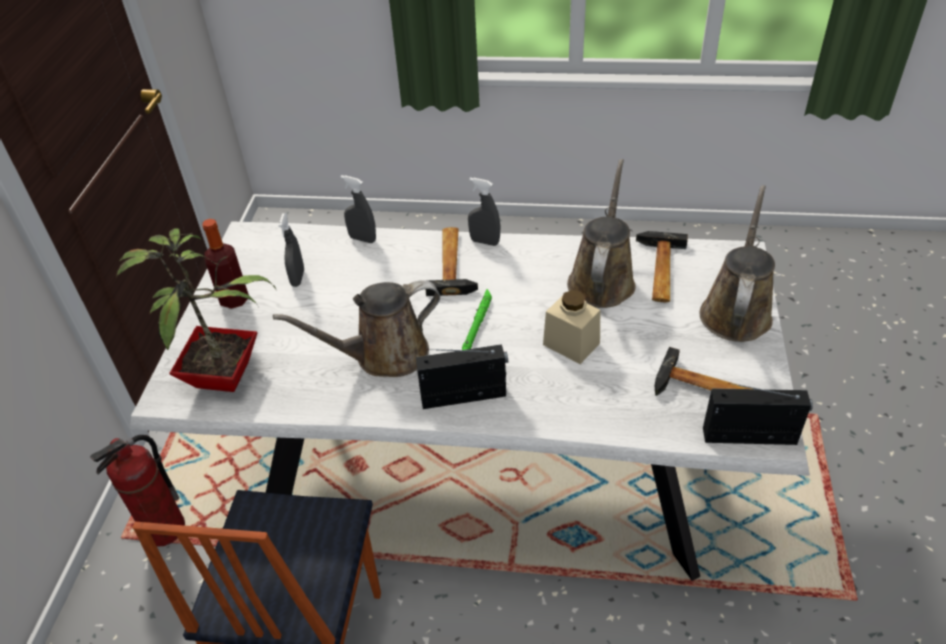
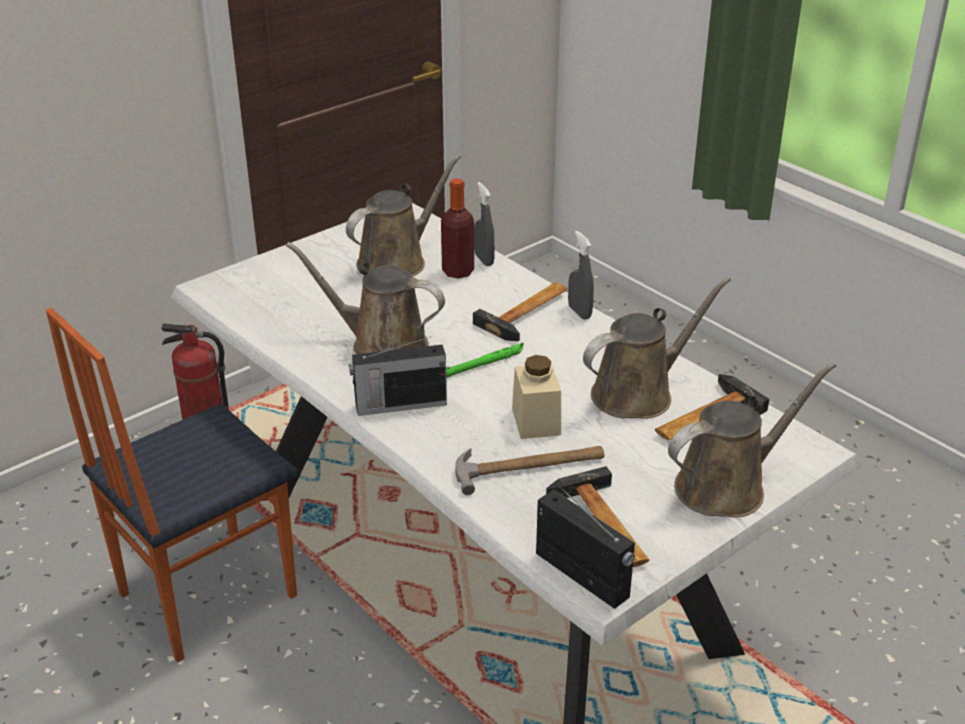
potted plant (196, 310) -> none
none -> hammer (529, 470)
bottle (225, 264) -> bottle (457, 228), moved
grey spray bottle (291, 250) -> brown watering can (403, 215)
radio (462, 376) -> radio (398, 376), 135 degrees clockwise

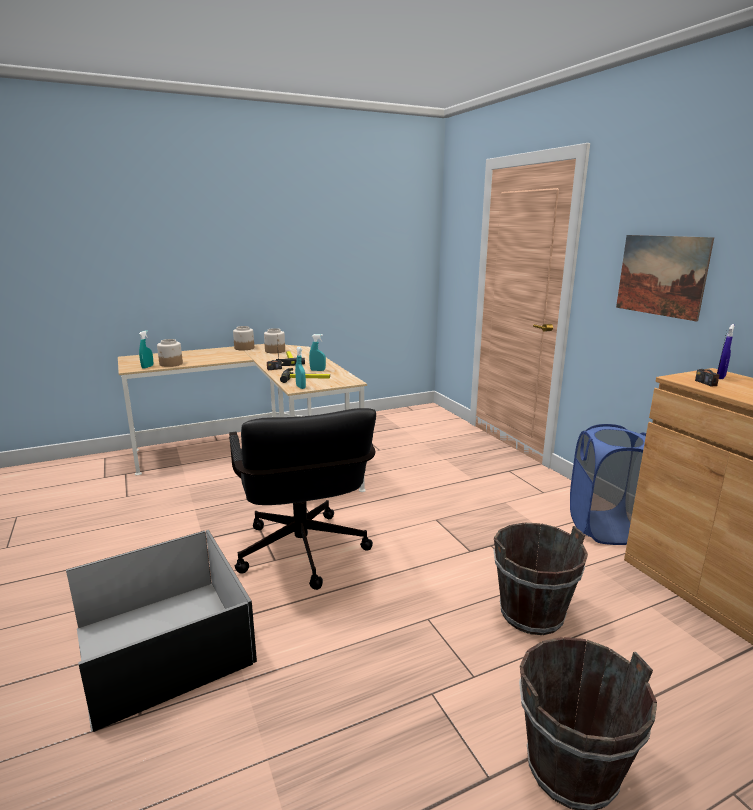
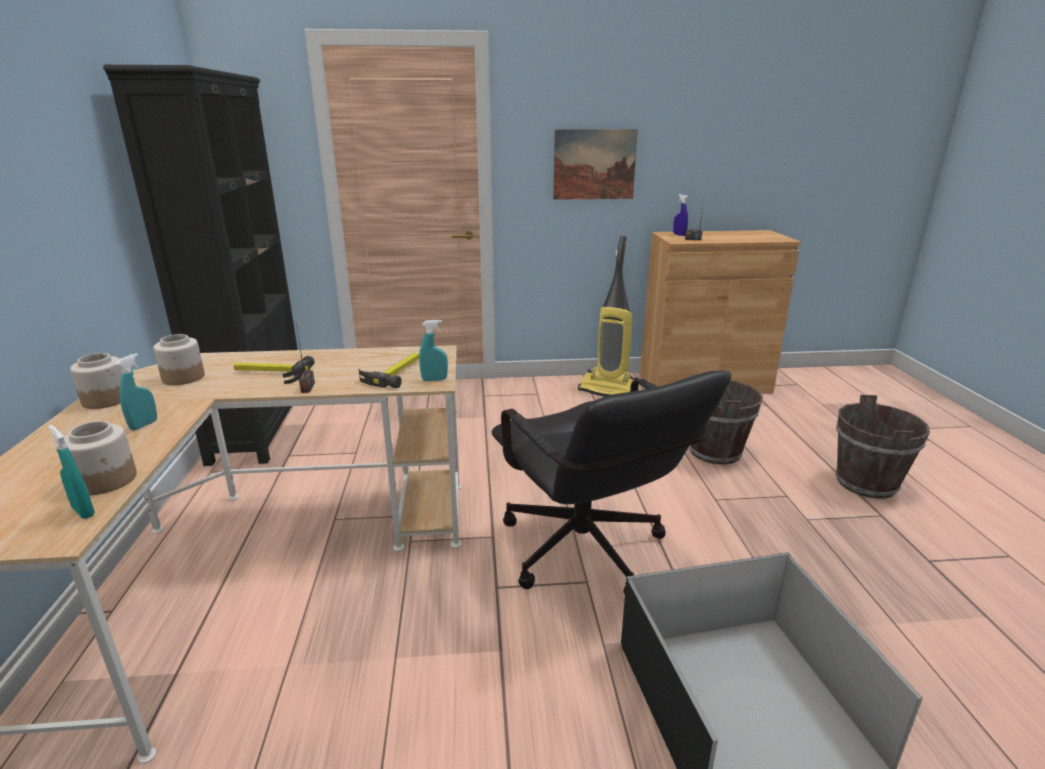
none -> black bookcase (200, 265)
turquoise spray bottle (317, 352) -> turquoise spray bottle (136, 392), moved
blue laundry basket (608, 484) -> vacuum cleaner (608, 316)
black office chair (302, 499) -> black office chair (611, 482), 60 degrees clockwise

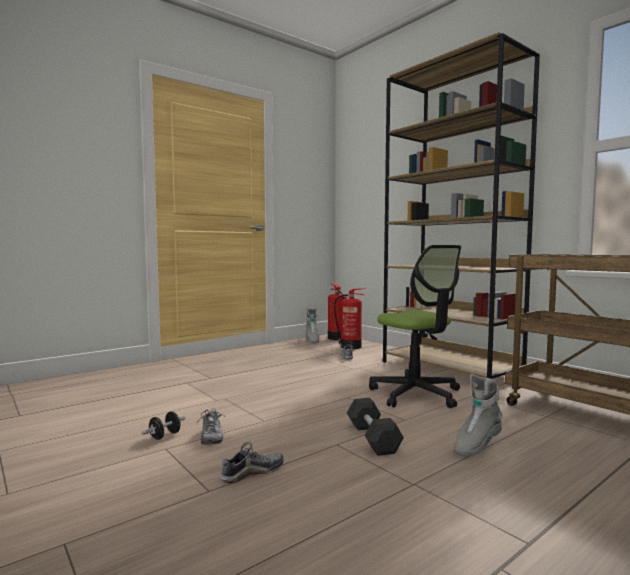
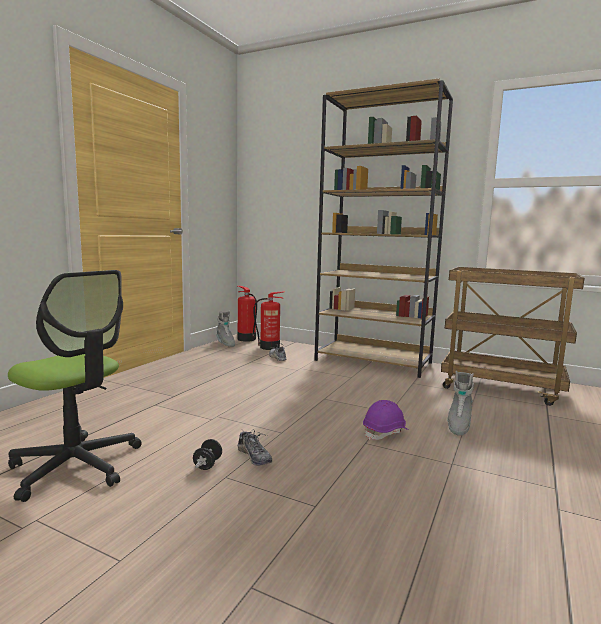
shoe (252, 462) -> none
office chair (415, 326) -> office chair (75, 386), moved
grey dumbbell (375, 427) -> purple hard hat (385, 420)

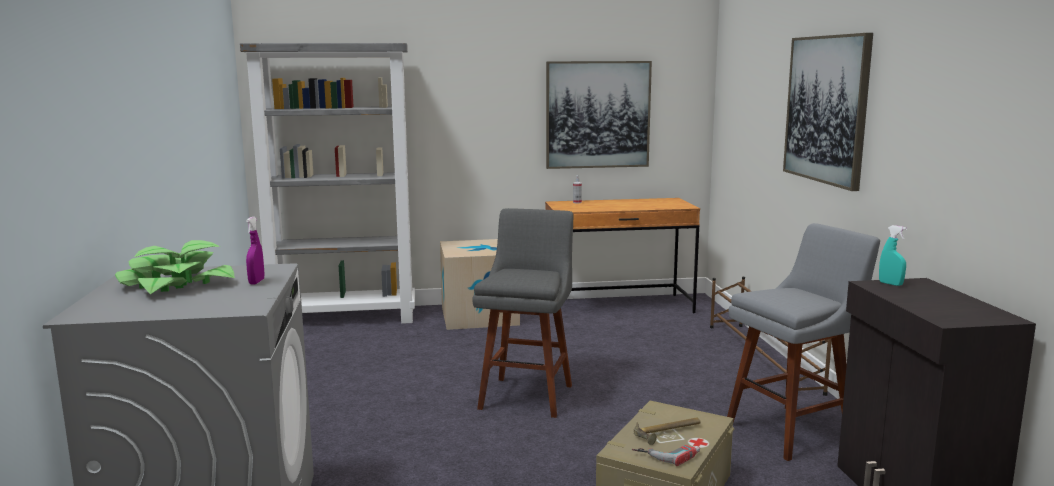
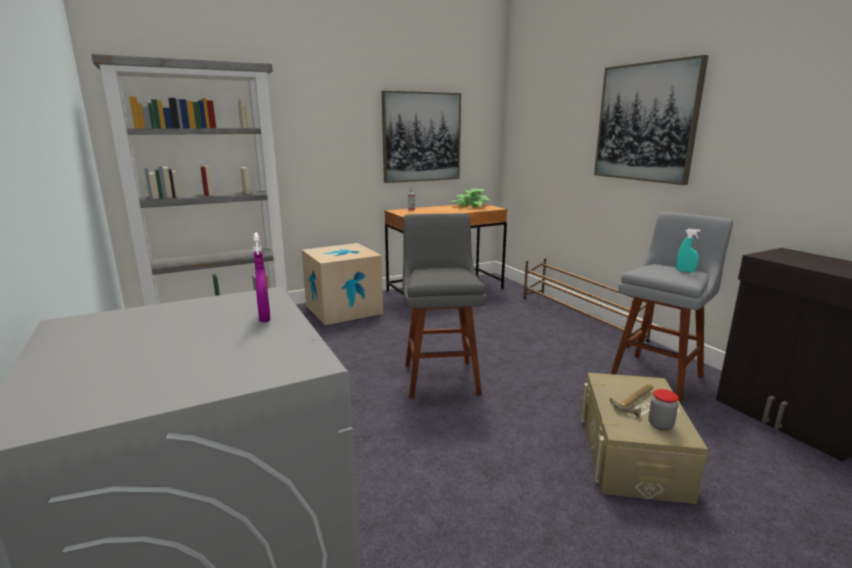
potted plant (175, 267) -> potted plant (472, 198), moved
turquoise spray bottle (893, 255) -> turquoise spray bottle (688, 250), moved
power drill (666, 455) -> jar (664, 409)

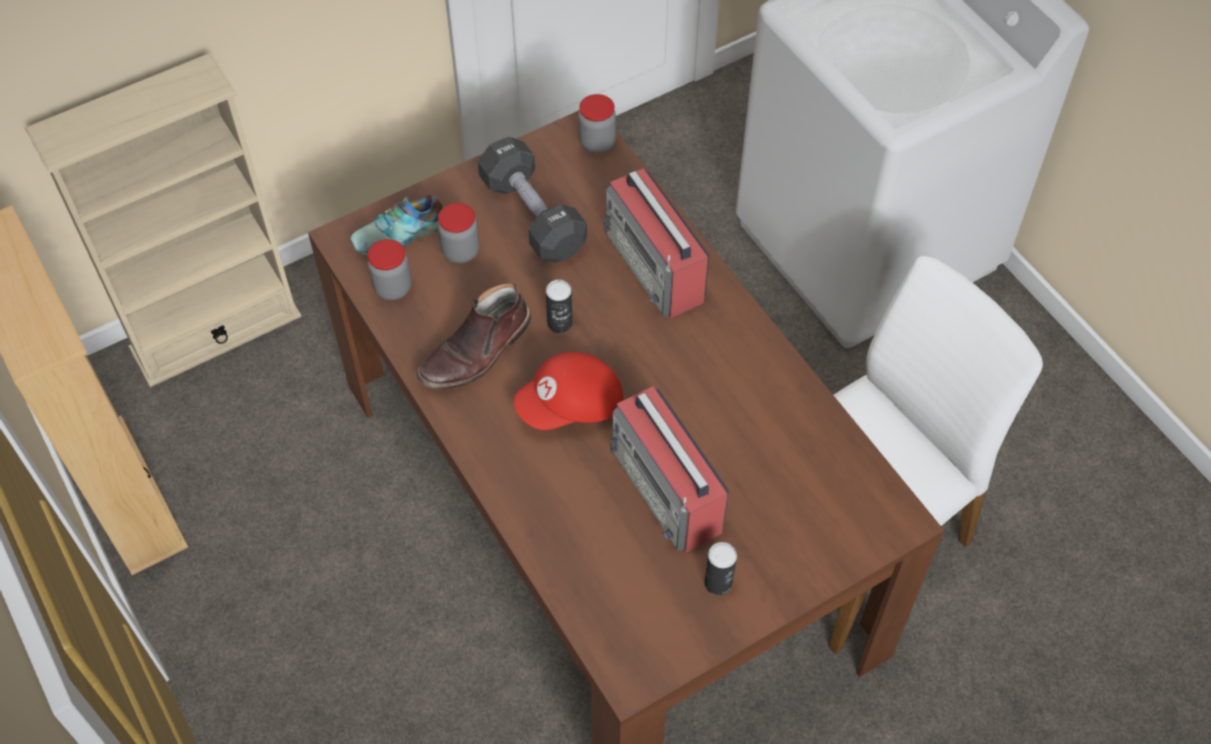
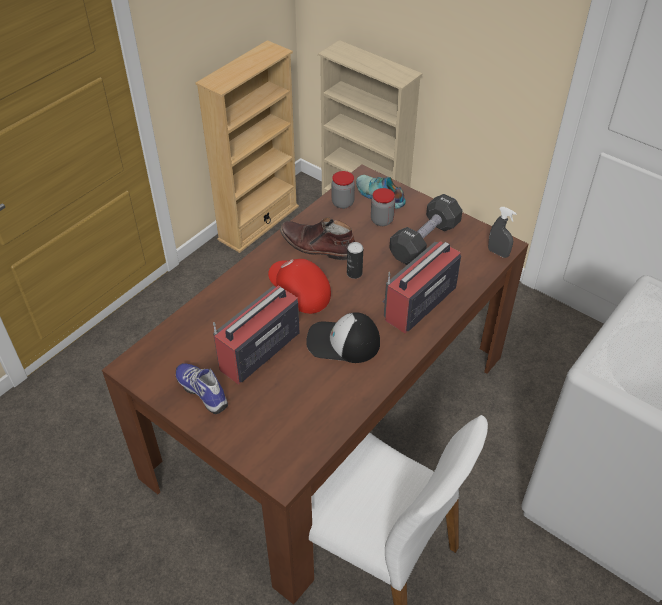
none -> cap (343, 337)
jar (597, 123) -> grey spray bottle (502, 232)
can (720, 568) -> shoe (202, 388)

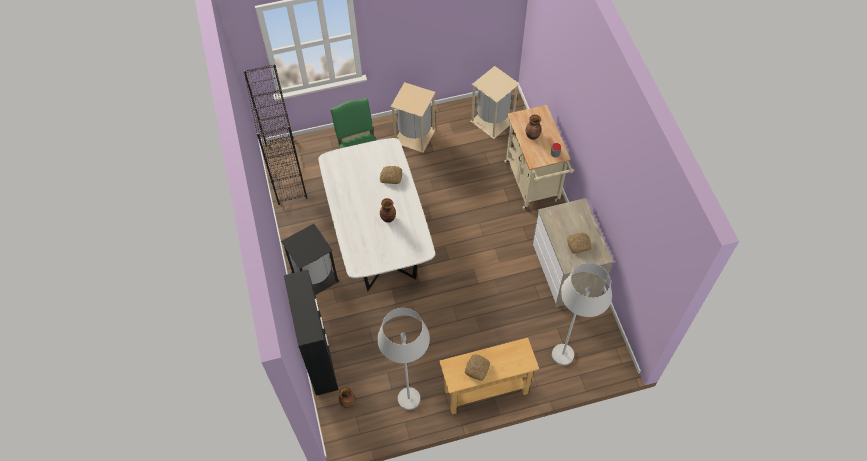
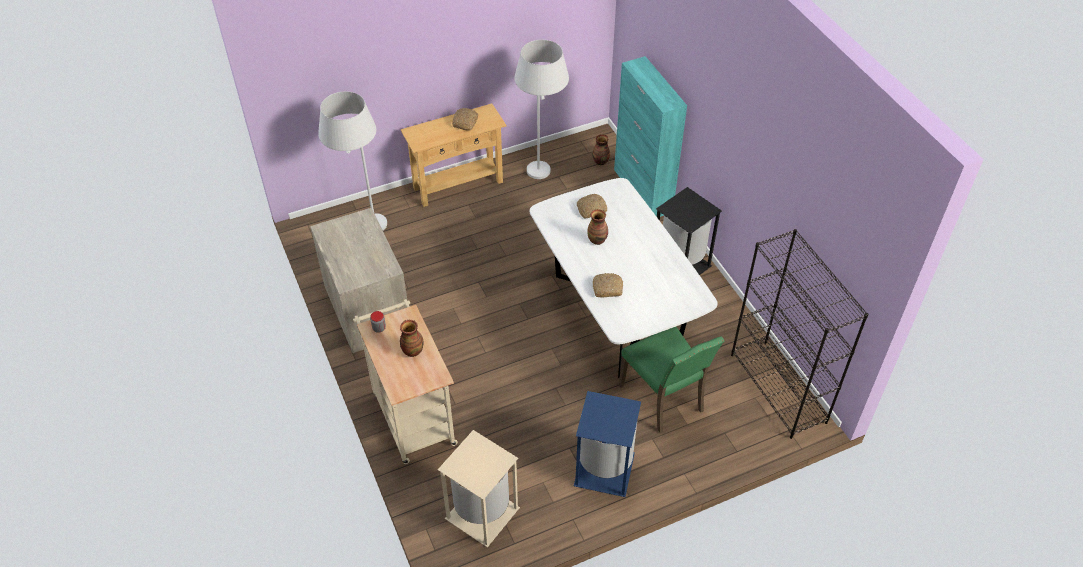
bread (579, 243) -> bread (591, 206), moved
black cabinet (311, 333) -> turquoise cabinet (650, 136)
beige trash can (413, 117) -> blue trash can (607, 444)

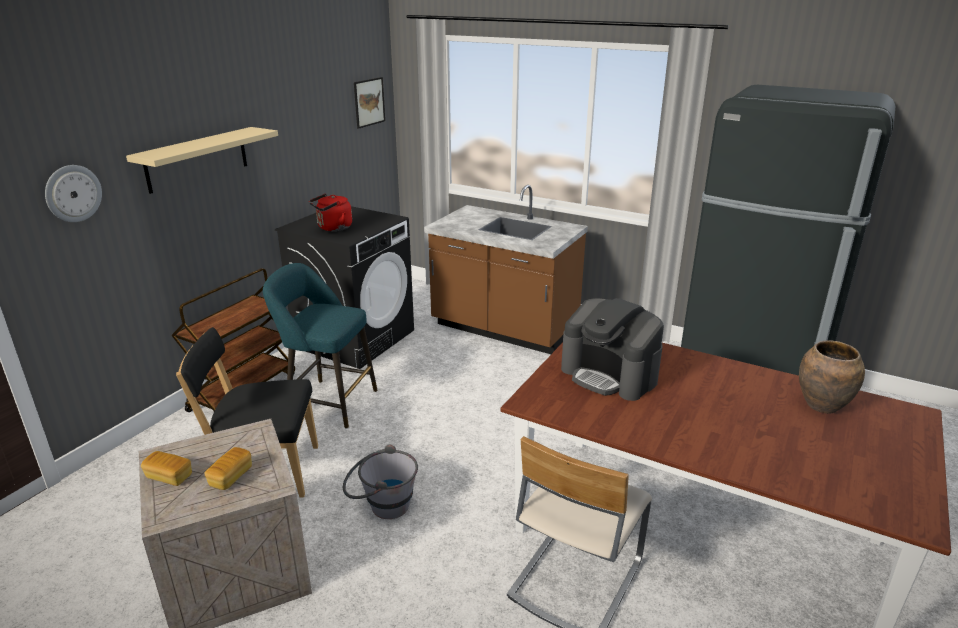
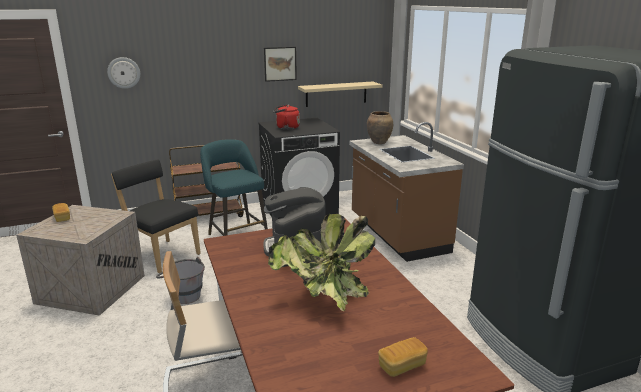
none -> potted plant (321, 262)
beige shelf (202, 160) -> beige shelf (340, 94), moved
bread (228, 468) -> bread (403, 357), moved
picture (369, 103) -> picture (280, 64), moved
brown vase (832, 377) -> brown vase (380, 127), moved

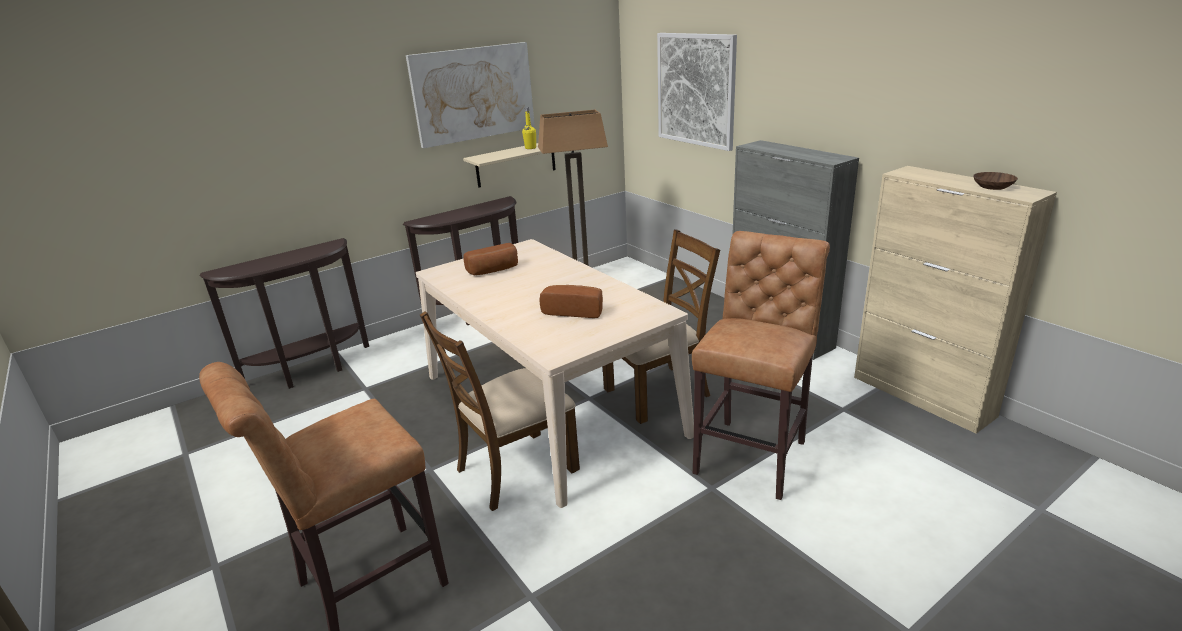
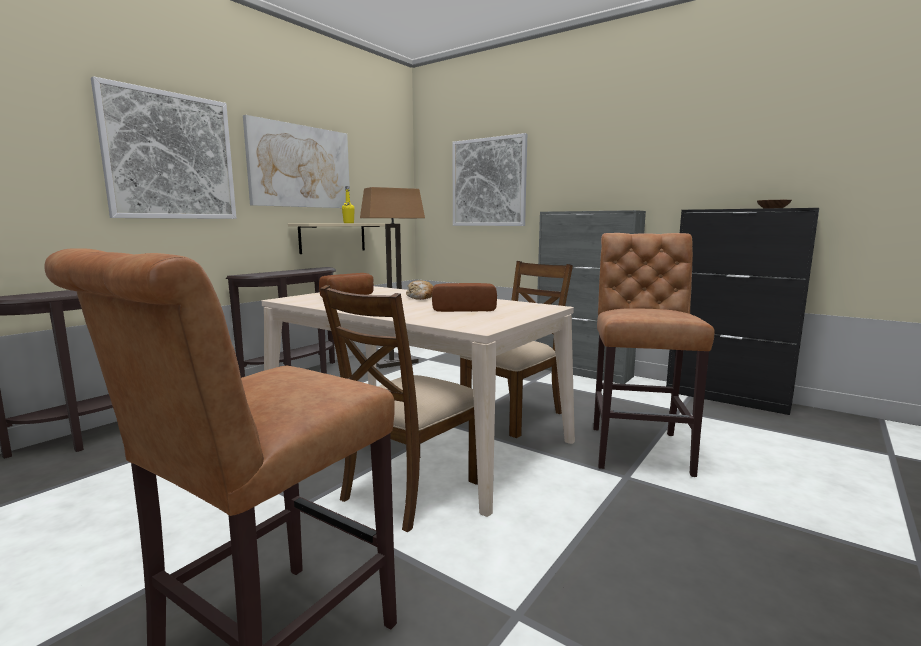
none -> picture (164, 147)
none -> bread (420, 290)
beige cabinet (955, 300) -> black cabinet (742, 311)

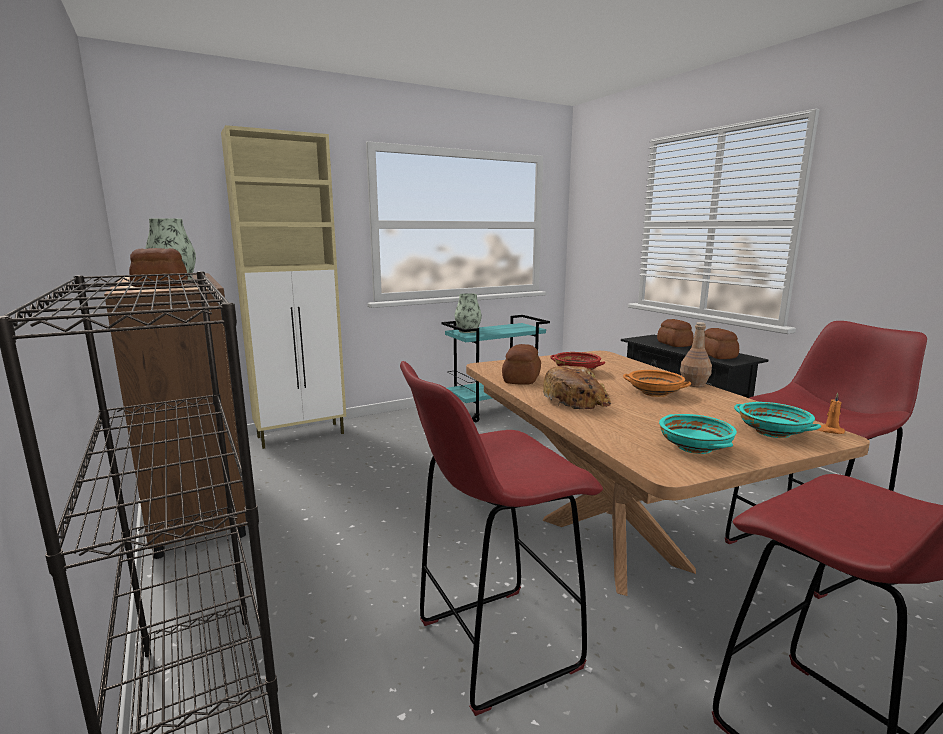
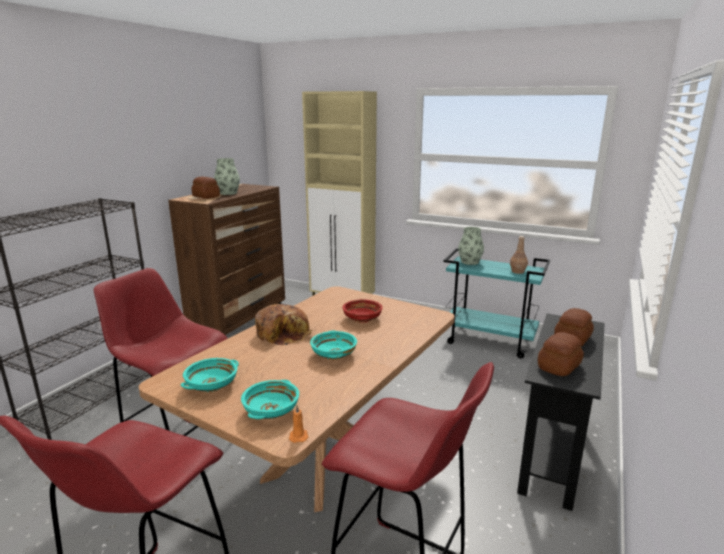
bread (521, 364) -> none
brown bottle (696, 354) -> brown bottle (519, 255), moved
orange bowl (657, 383) -> turquoise bowl (333, 345)

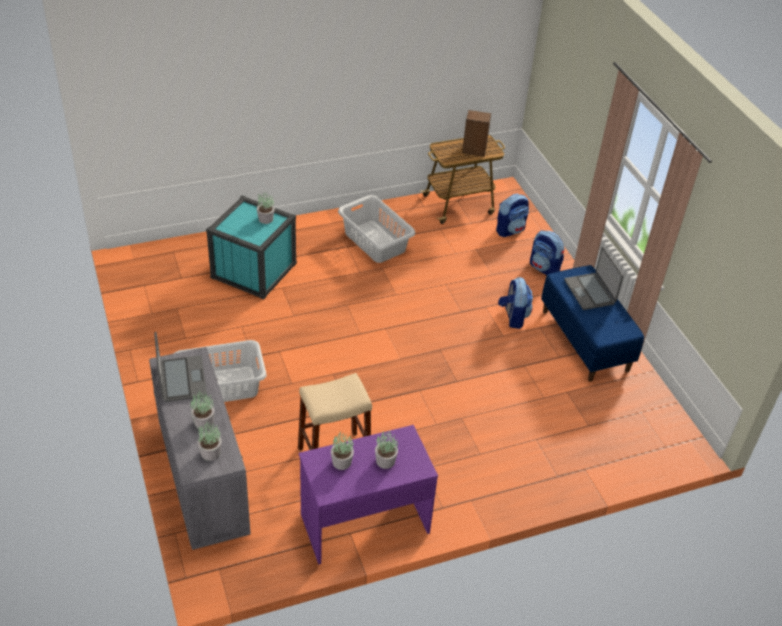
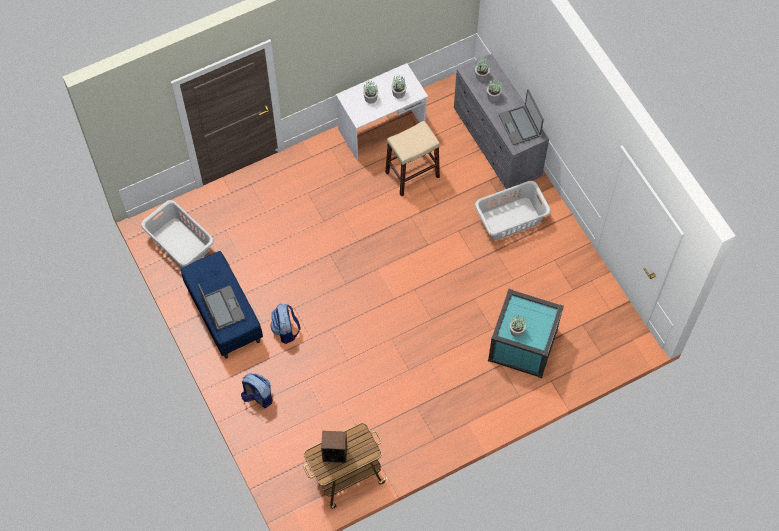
backpack (512, 215) -> none
grey laundry basket (376, 229) -> grey laundry basket (177, 234), moved
purple desk (368, 494) -> white desk (382, 111)

